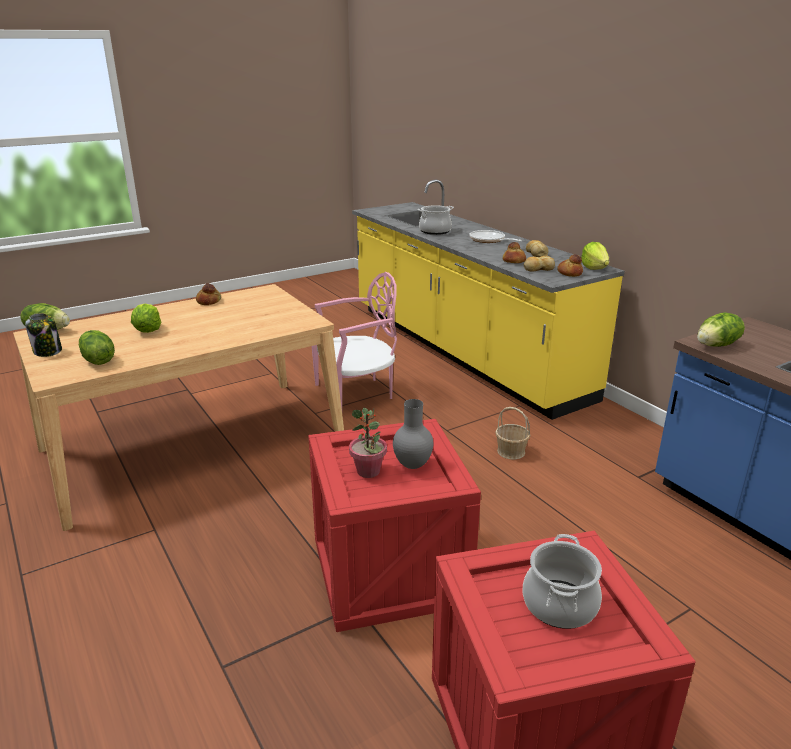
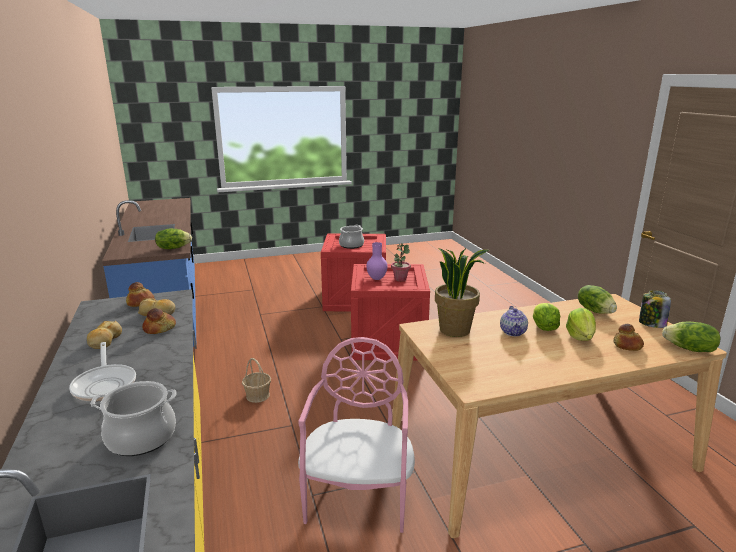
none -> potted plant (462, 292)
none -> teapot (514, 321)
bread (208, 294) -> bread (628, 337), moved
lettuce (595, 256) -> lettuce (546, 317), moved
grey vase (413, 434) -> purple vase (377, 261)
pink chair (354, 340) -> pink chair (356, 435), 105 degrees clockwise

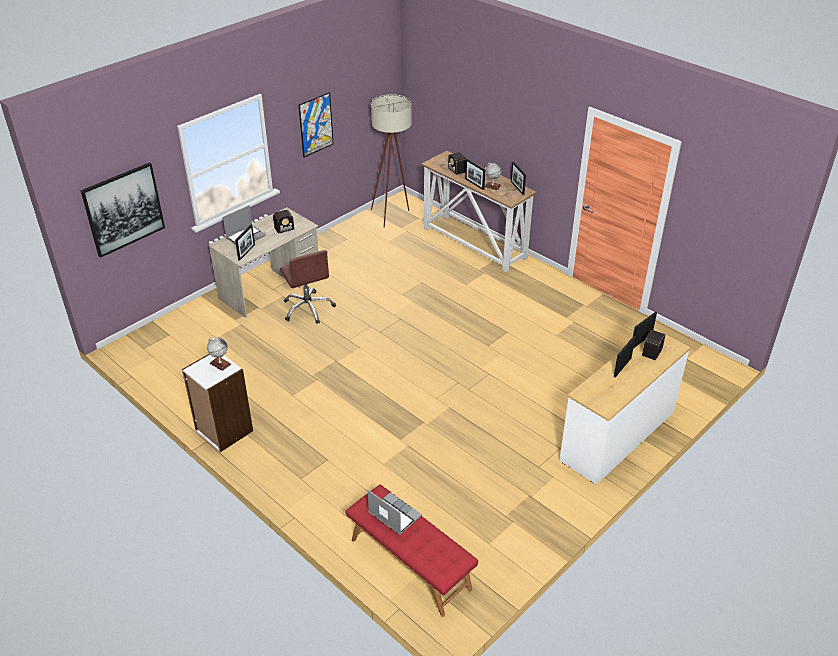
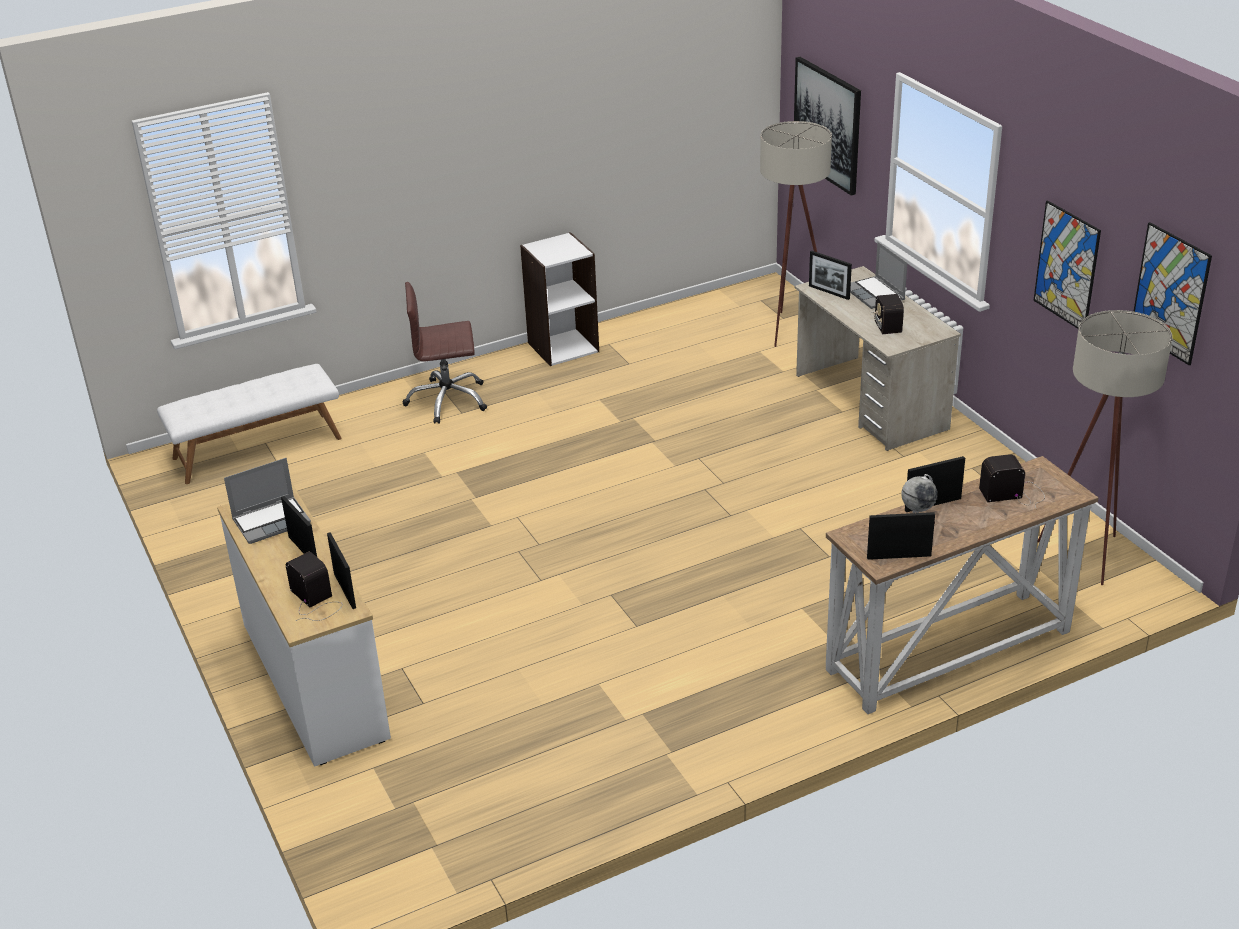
globe (219, 354) -> none
none -> beige floor lamp (796, 234)
none -> picture (1172, 293)
brown office chair (308, 287) -> brown office chair (445, 353), moved
laptop (395, 512) -> laptop (267, 501), moved
red bench (411, 551) -> white bench (249, 424)

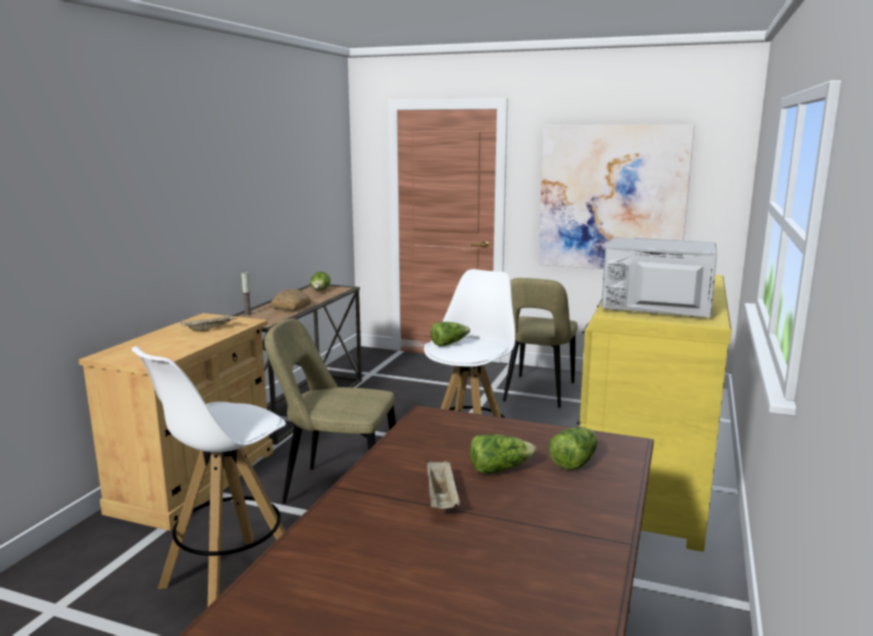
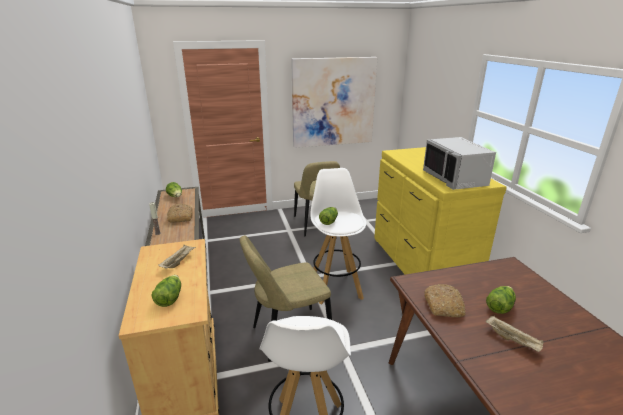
none -> bread (445, 300)
lettuce (573, 448) -> lettuce (166, 291), moved
grey microwave (659, 277) -> grey microwave (459, 163), 90 degrees counterclockwise

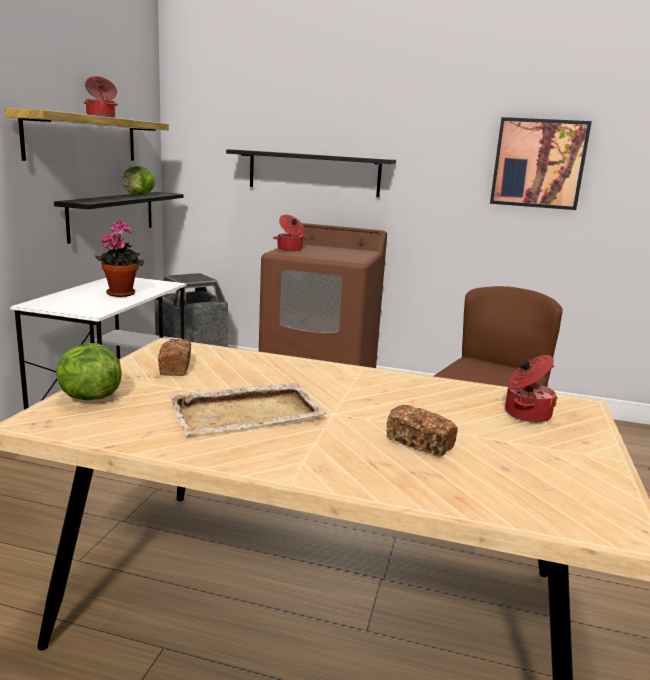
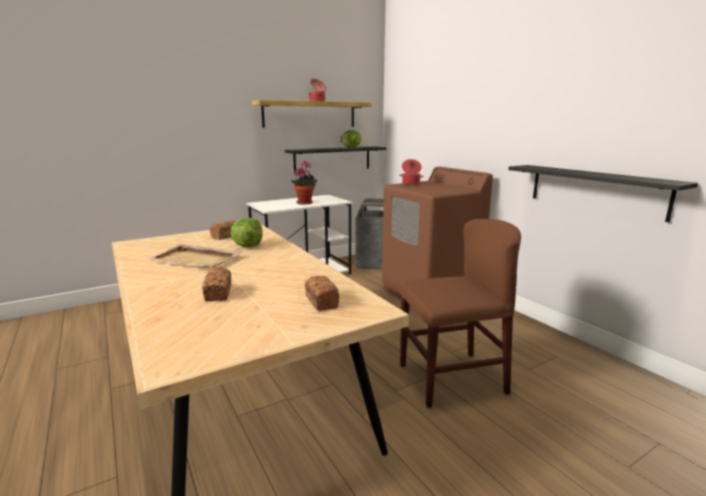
picture (541, 163) -> none
lettuce (89, 371) -> lettuce (246, 232), moved
black shelf (311, 173) -> black shelf (603, 193), moved
cooking pot (531, 388) -> bread (322, 293)

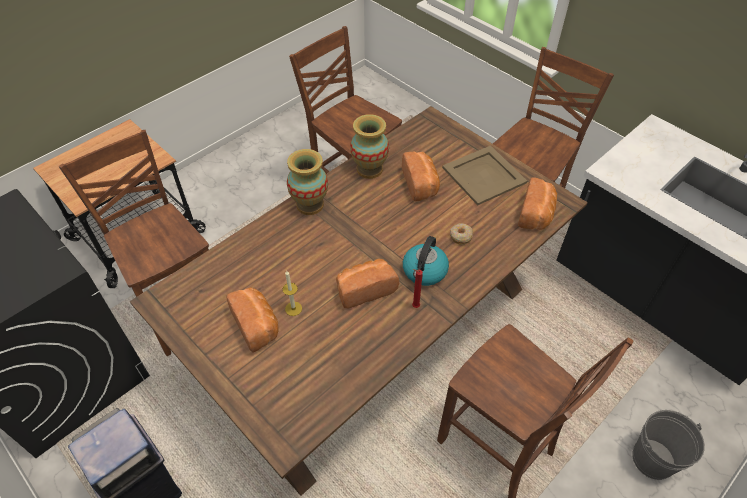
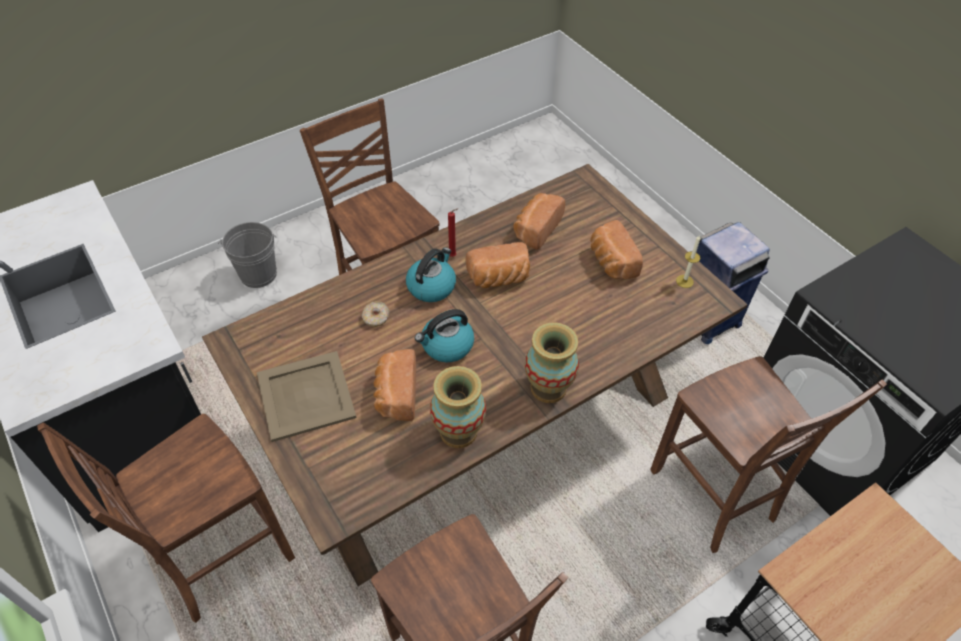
none -> kettle (444, 335)
candle (292, 293) -> candle (688, 261), moved
bread (537, 203) -> bread (539, 221), moved

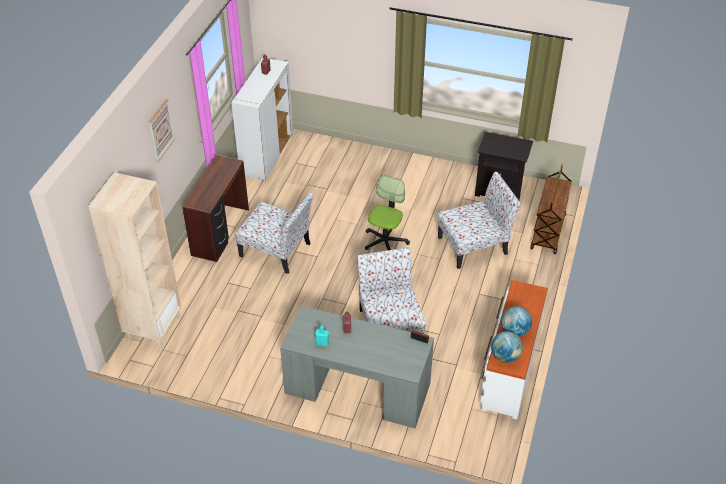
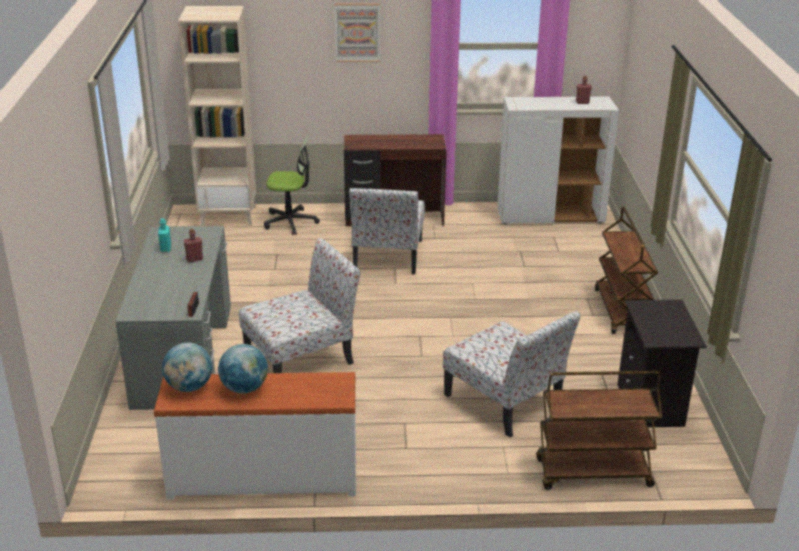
none -> brown cart (626, 270)
office chair (387, 212) -> office chair (292, 185), moved

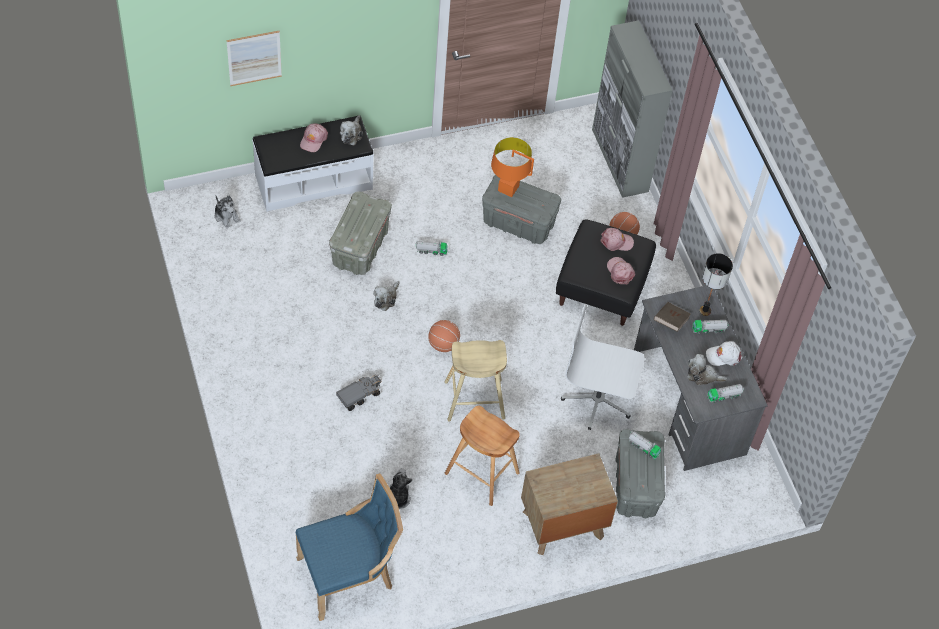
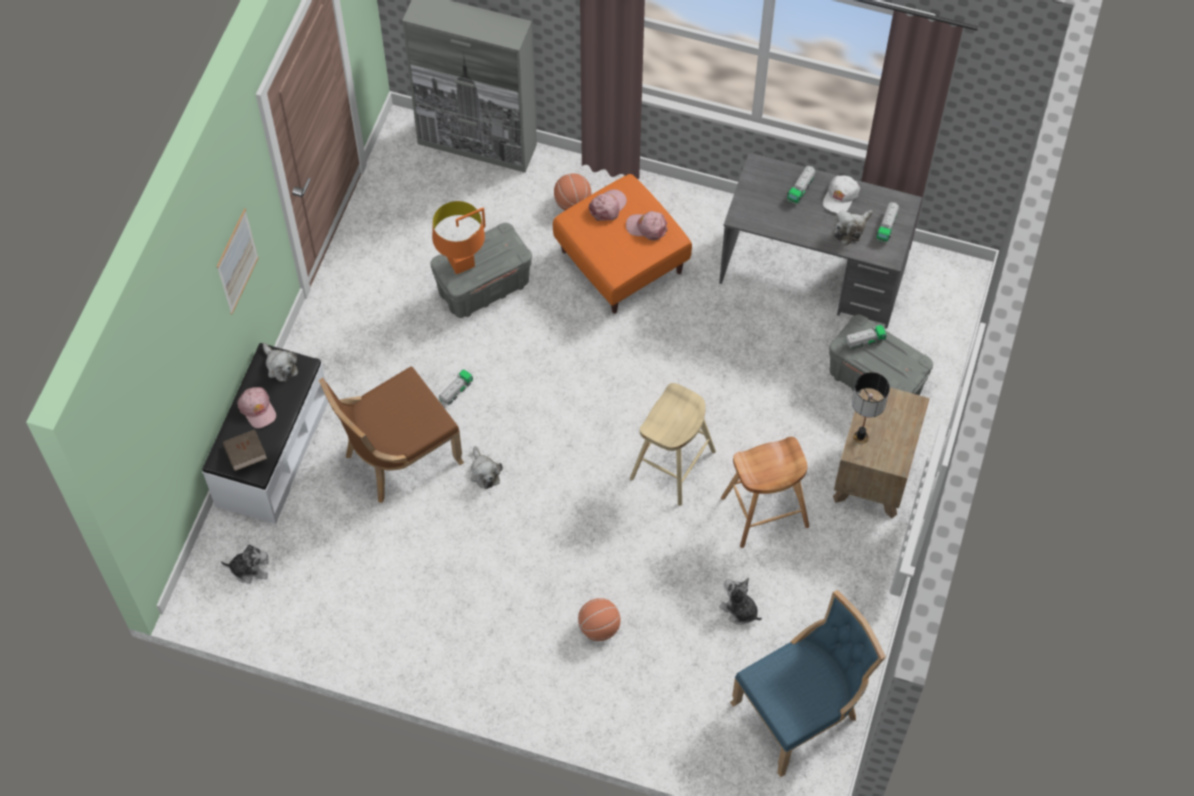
toy truck (359, 392) -> none
white office chair (603, 367) -> none
picture (254, 58) -> picture (238, 261), moved
basketball (444, 336) -> basketball (599, 619), moved
brown book (672, 317) -> brown book (245, 450), moved
table lamp (716, 284) -> table lamp (871, 408), moved
grey storage box (360, 233) -> brown chair (391, 434)
black ottoman (606, 272) -> orange ottoman (622, 244)
blue chair (349, 547) -> blue chair (808, 683), 45 degrees clockwise

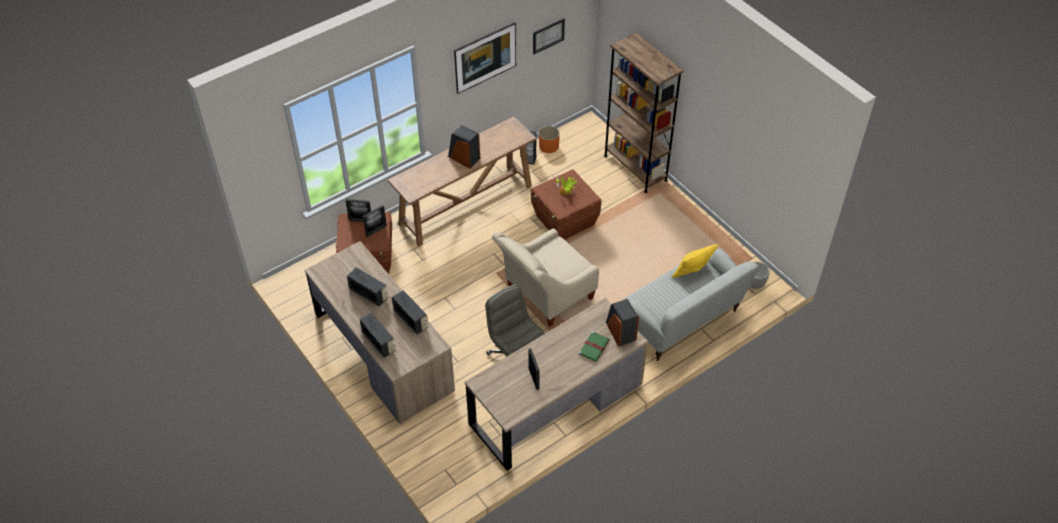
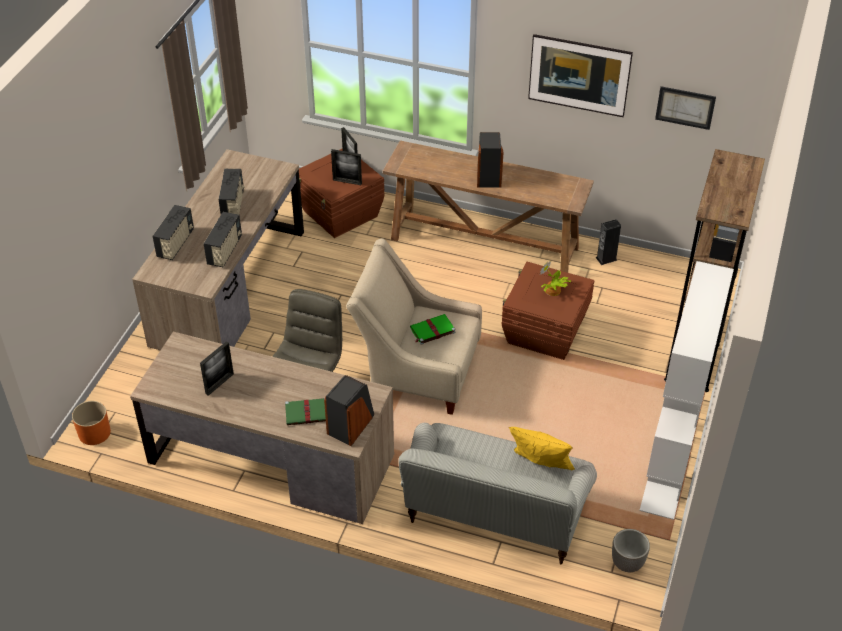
none -> green book (432, 329)
none -> white bookcase (686, 390)
orange planter (549, 139) -> orange planter (91, 423), moved

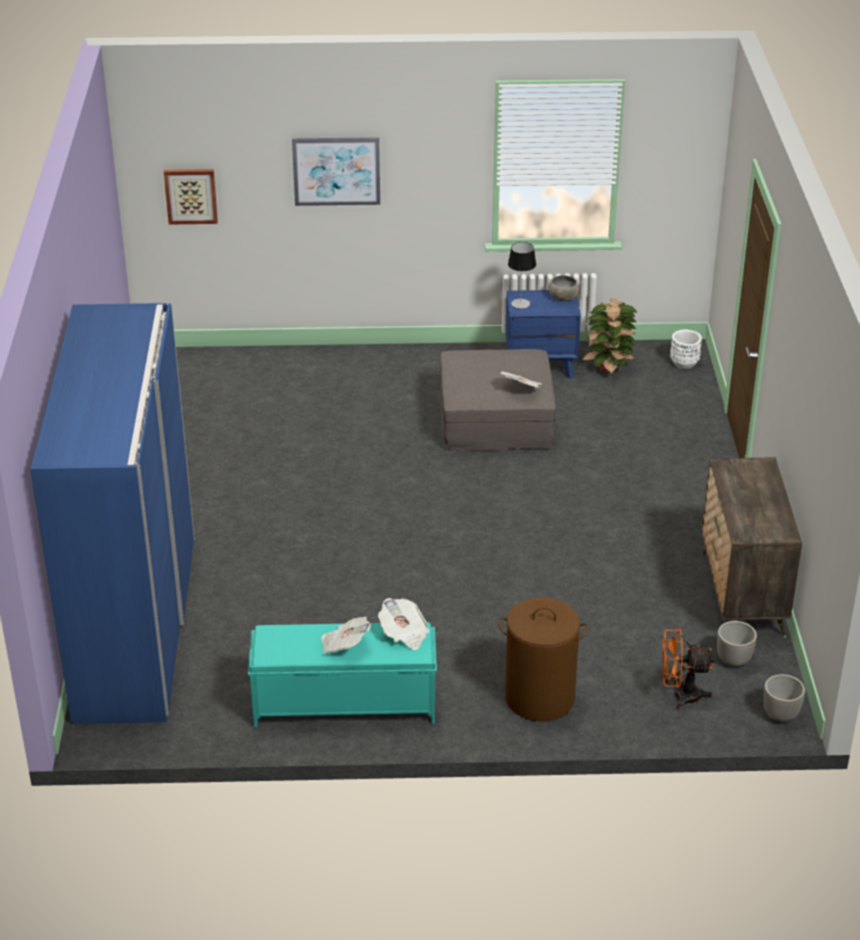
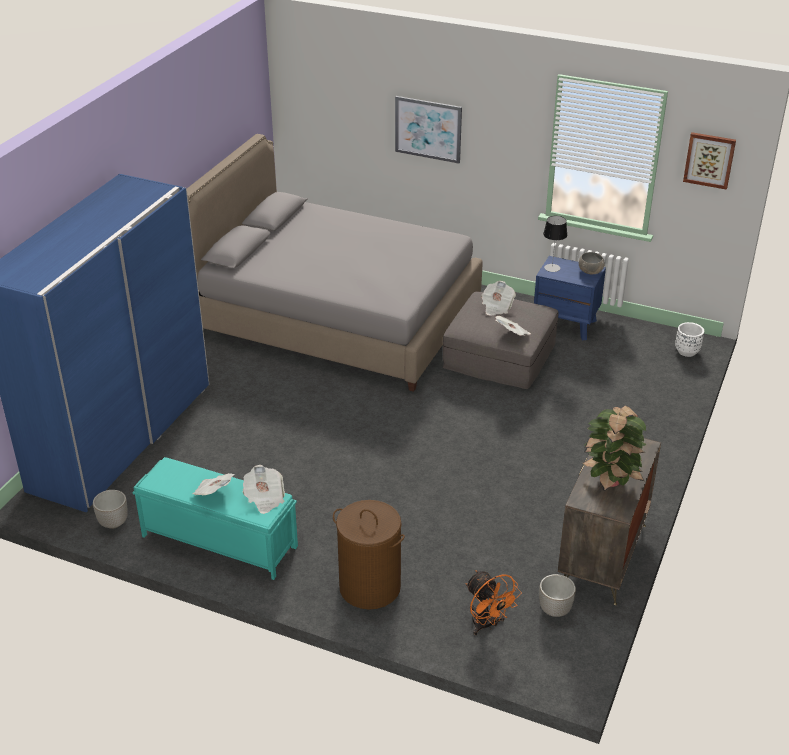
none -> grey bed (335, 263)
none -> newspaper (498, 298)
picture (191, 196) -> picture (709, 161), moved
potted plant (609, 336) -> potted plant (614, 448), moved
planter (784, 698) -> planter (110, 509), moved
orange fan (688, 669) -> orange fan (494, 602), 150 degrees counterclockwise

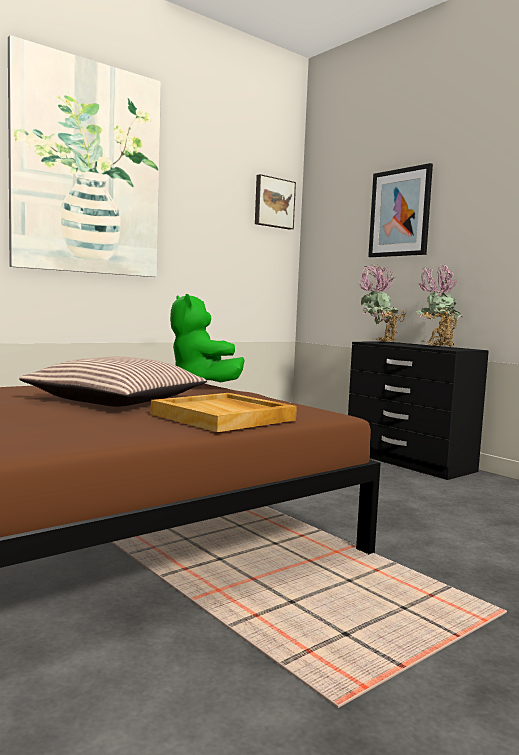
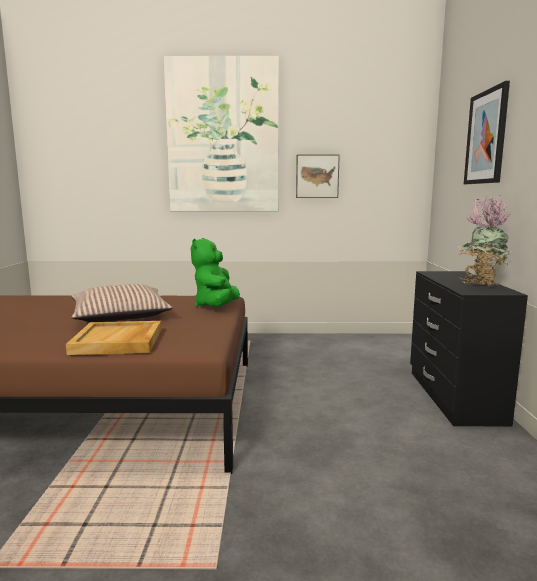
potted plant (382, 303) -> none
picture (275, 202) -> picture (318, 176), moved

